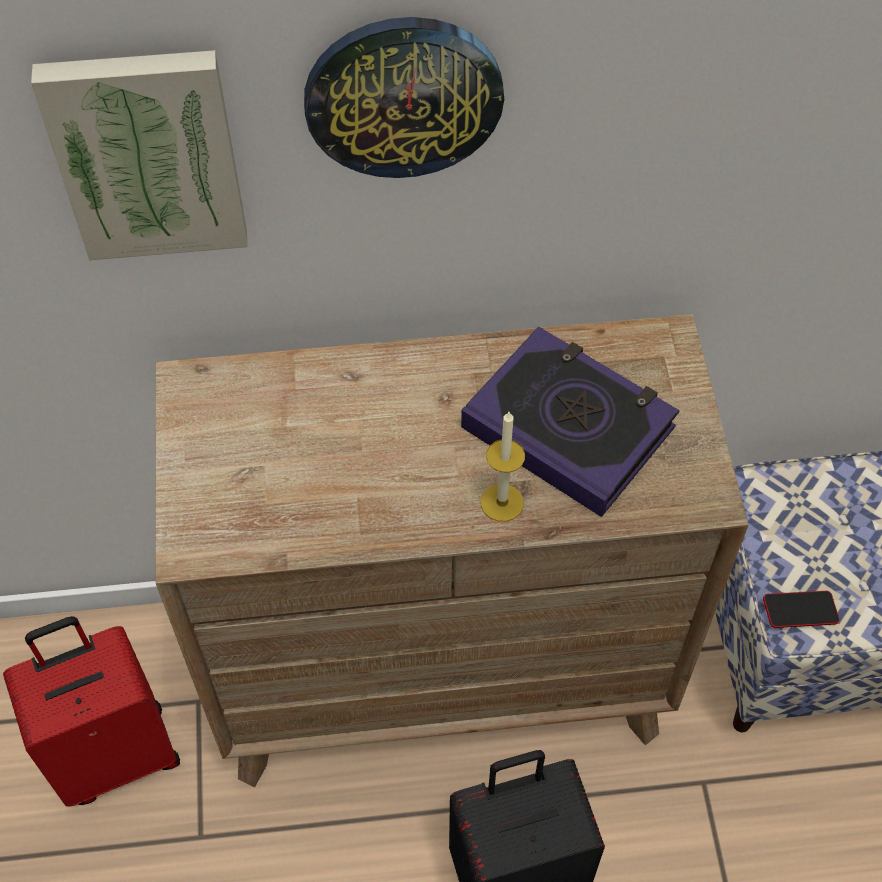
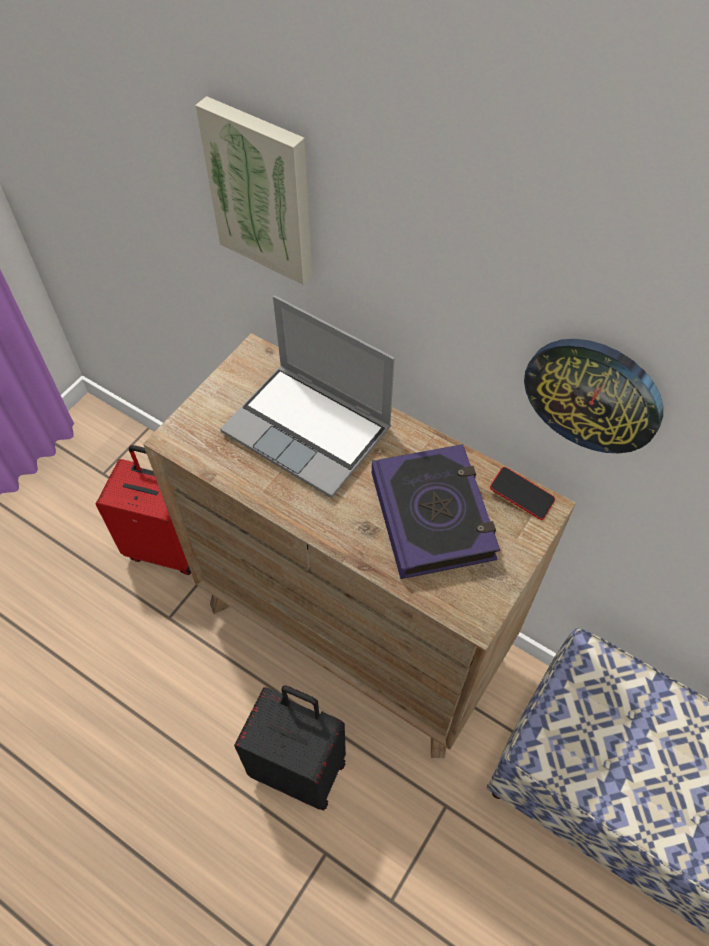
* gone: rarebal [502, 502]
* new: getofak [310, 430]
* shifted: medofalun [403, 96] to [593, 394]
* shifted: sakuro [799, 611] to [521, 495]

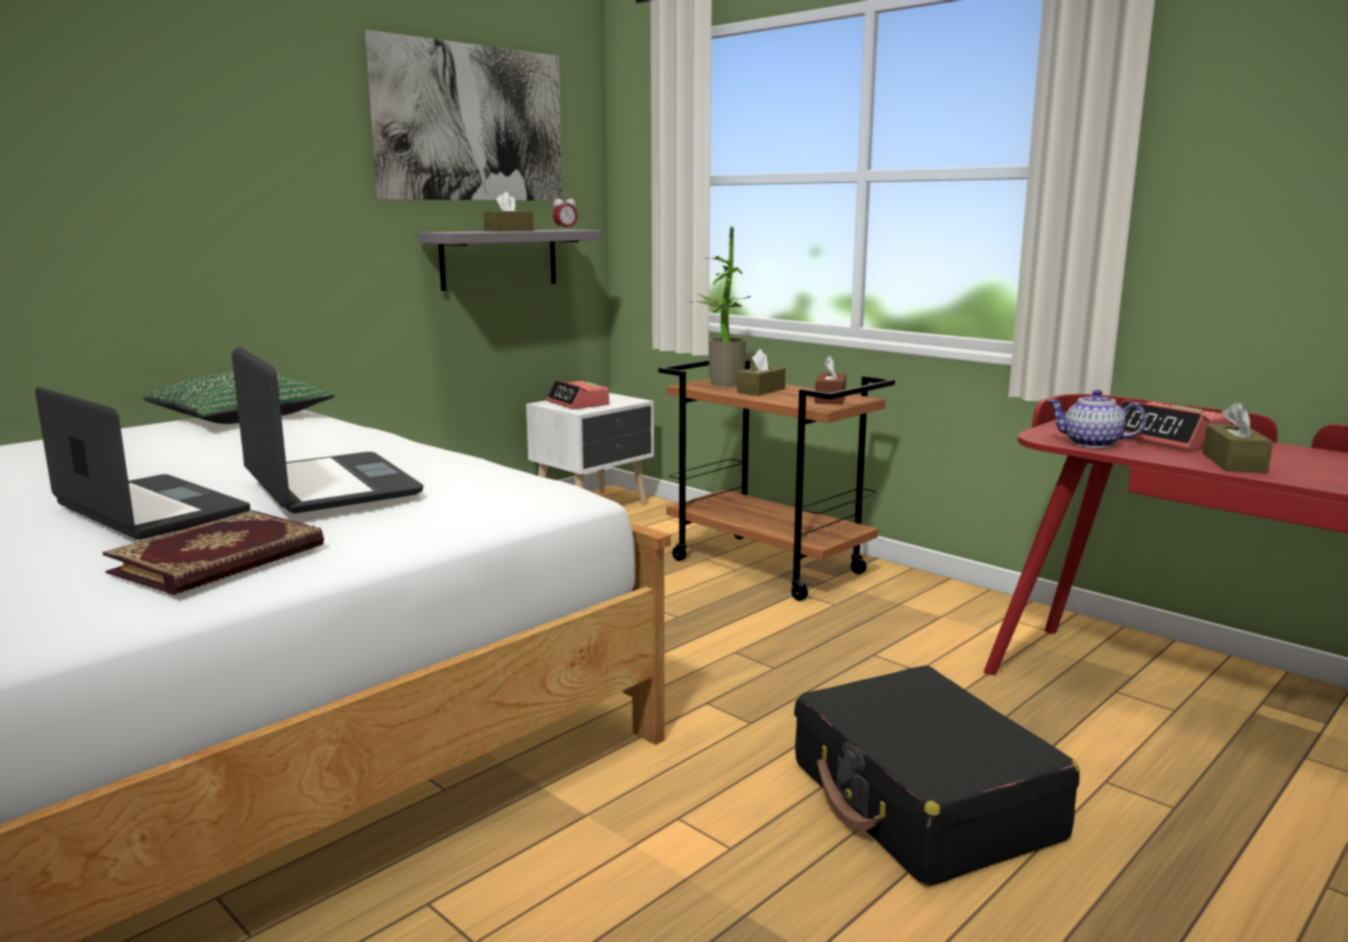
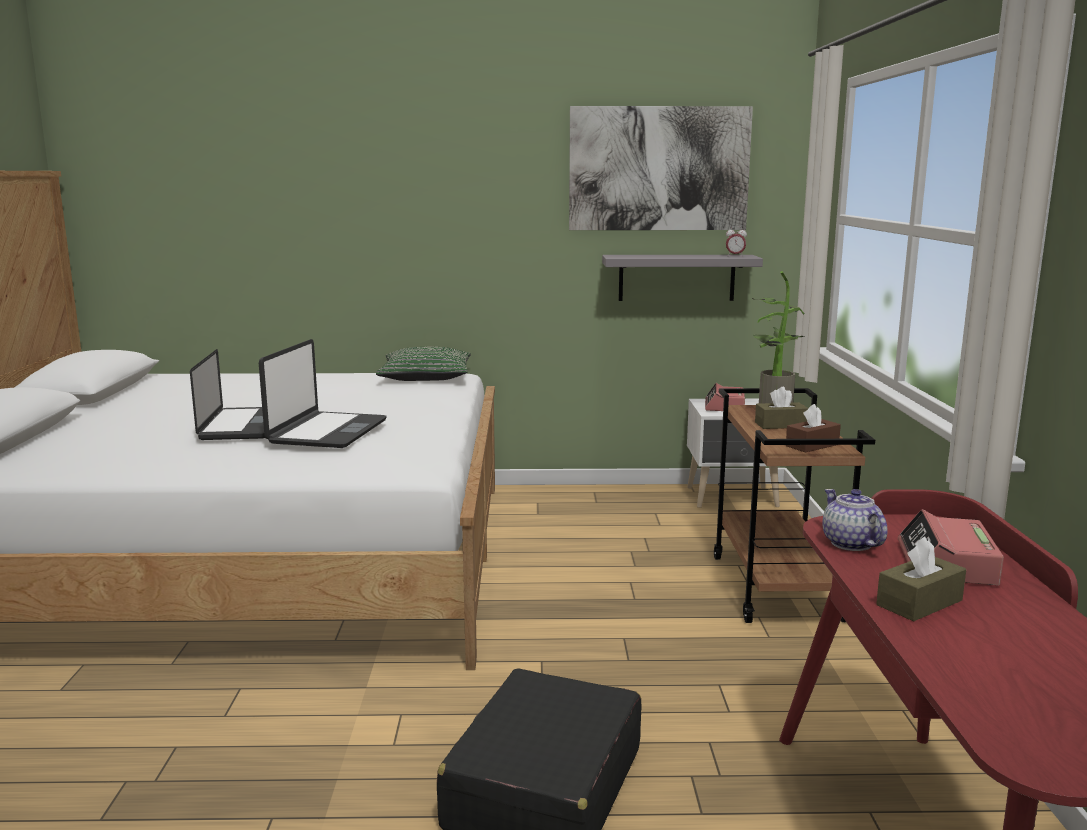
* gone: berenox [220, 560]
* gone: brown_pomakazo [509, 230]

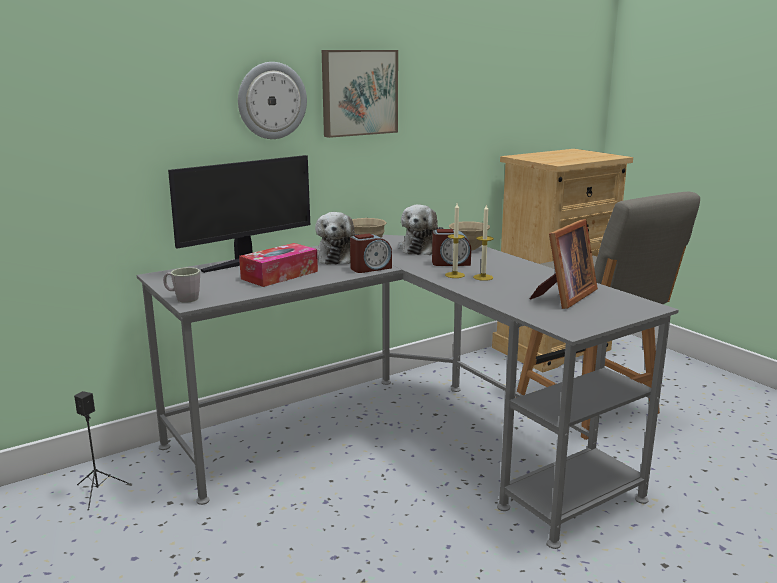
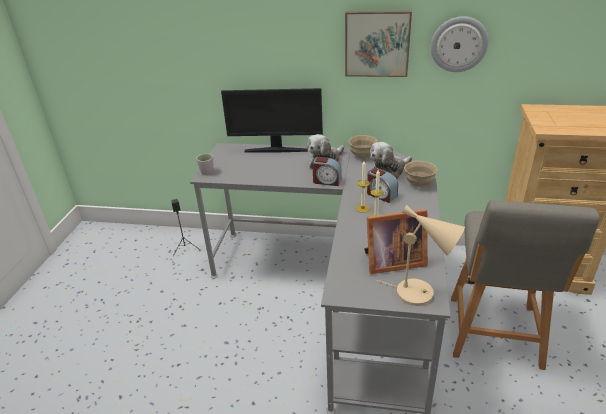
* gone: pomakazo [279, 275]
* new: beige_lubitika [421, 294]
* shifted: medofalun [271, 100] to [459, 44]

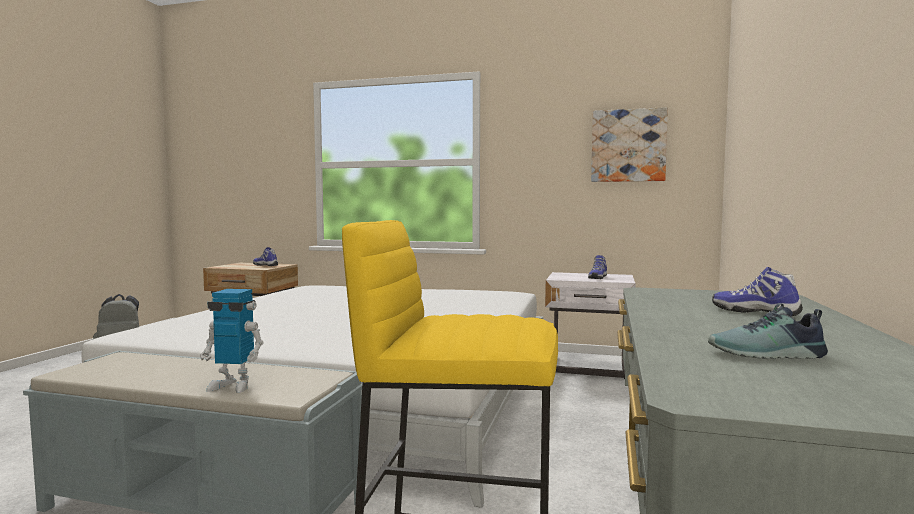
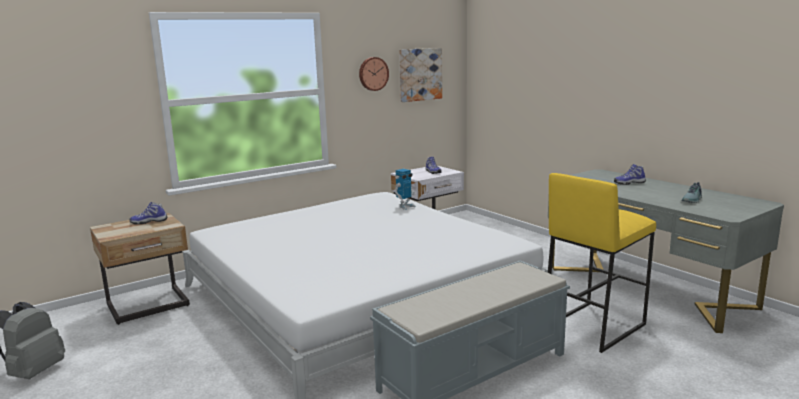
* new: medofalun [373, 74]
* shifted: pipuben [233, 385] to [405, 206]

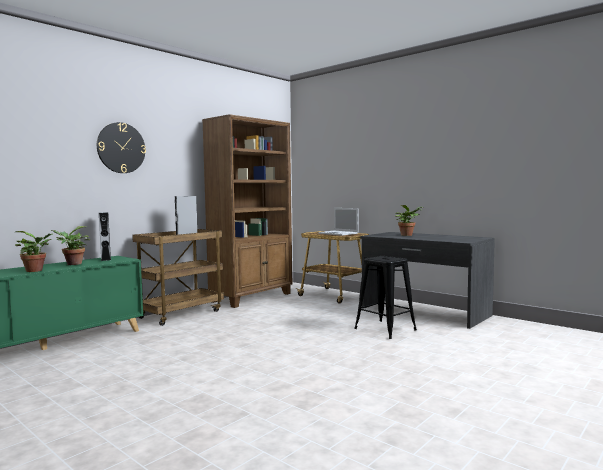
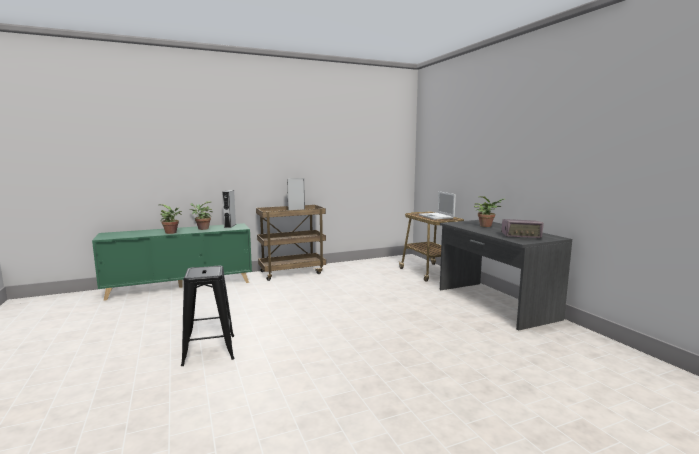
* gone: medofalun [121, 148]
* gone: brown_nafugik [252, 297]
* new: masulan [521, 236]
* shifted: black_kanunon [385, 329] to [209, 350]

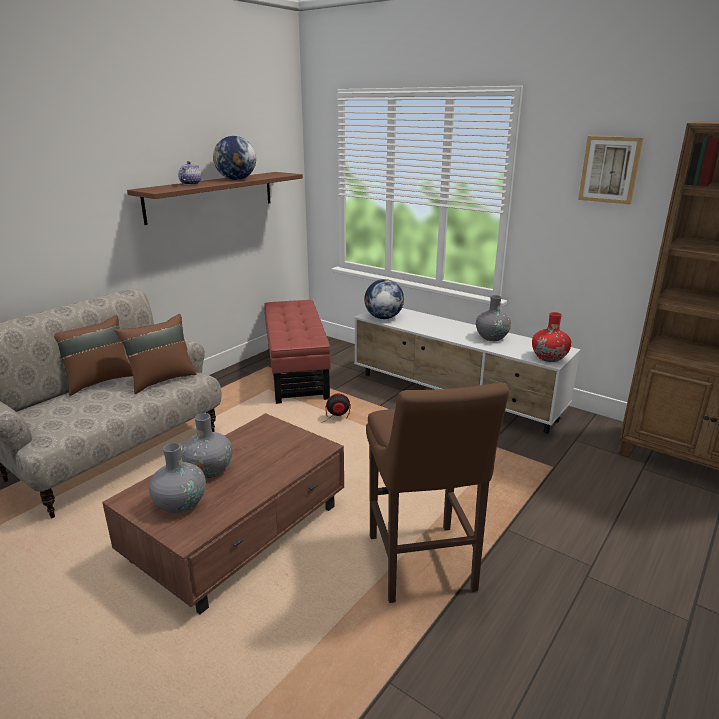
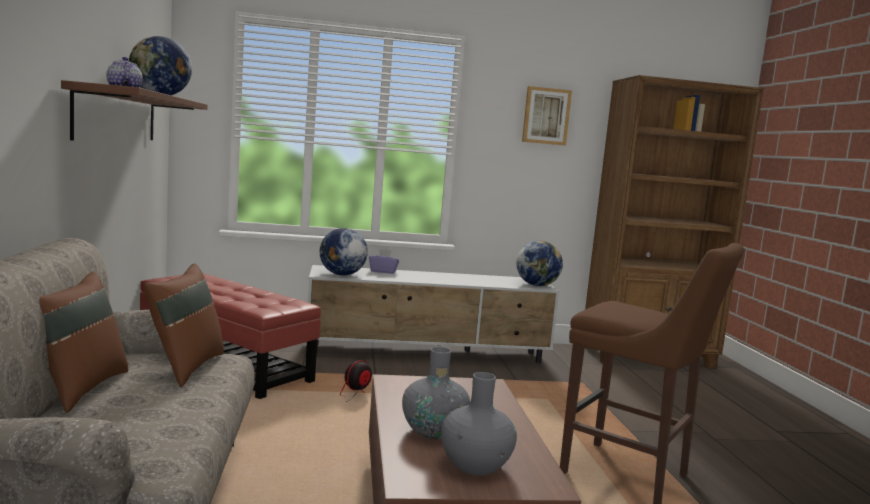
* gone: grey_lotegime [491, 337]
* new: purple_pomakazo [383, 271]
* swapped: red_lotegime [549, 358] to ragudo [537, 285]

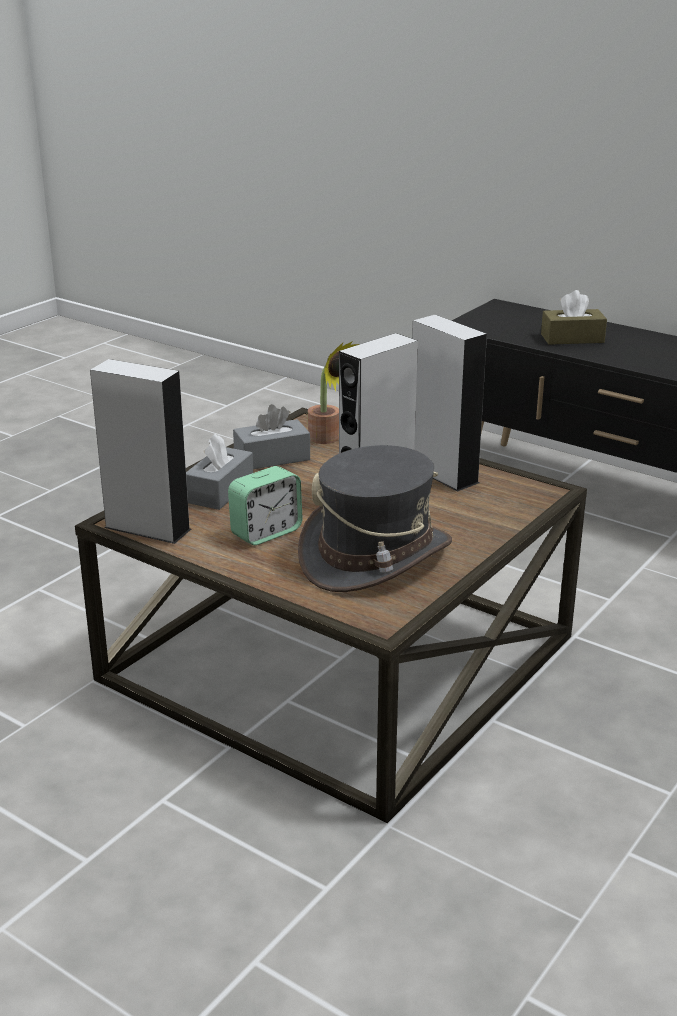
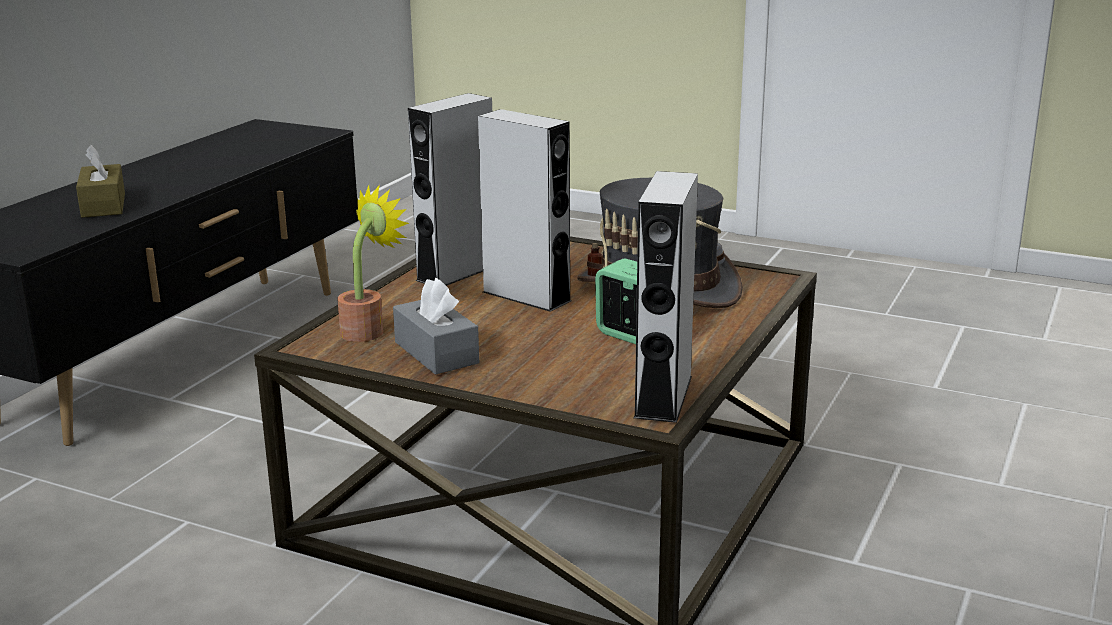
* gone: grey_pomakazo [220, 491]

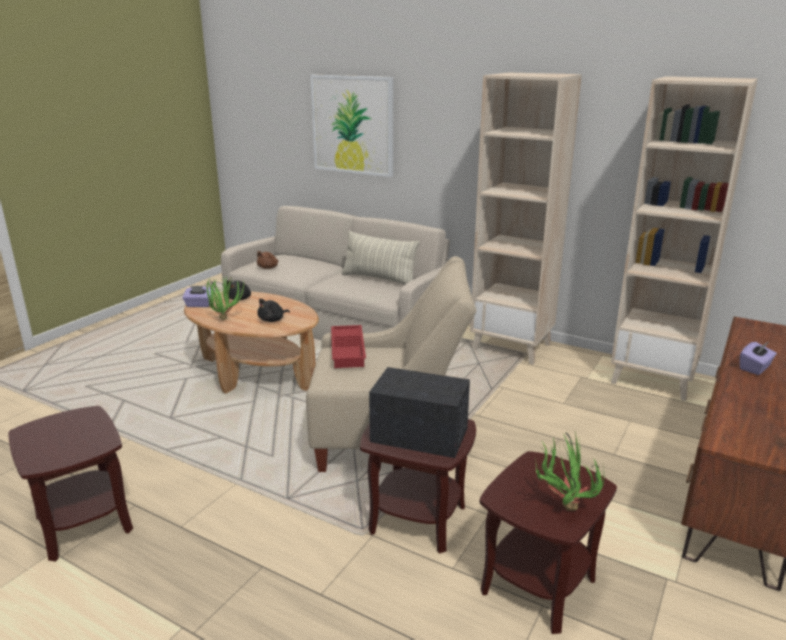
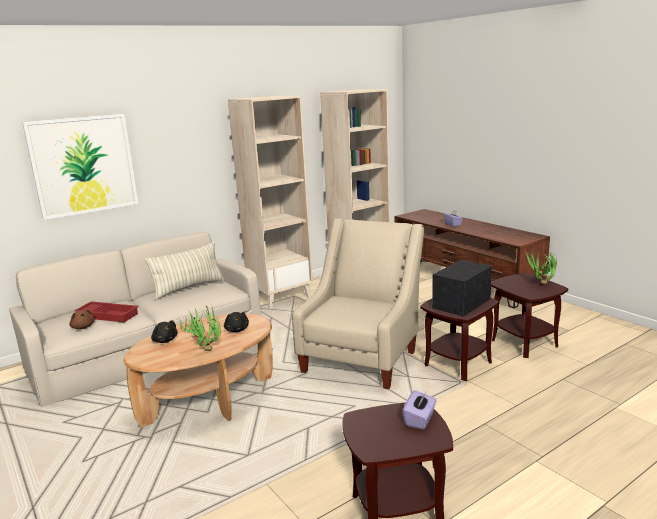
* shifted: purple_pomakazo [199, 305] to [420, 420]
* shifted: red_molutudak [349, 351] to [109, 315]

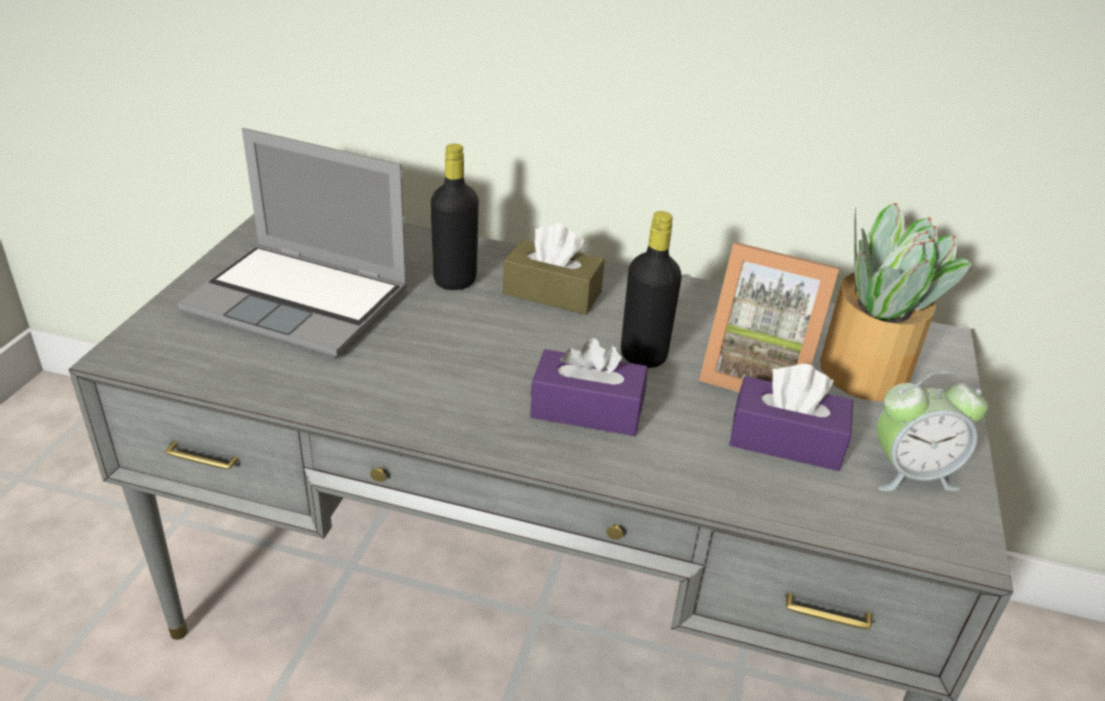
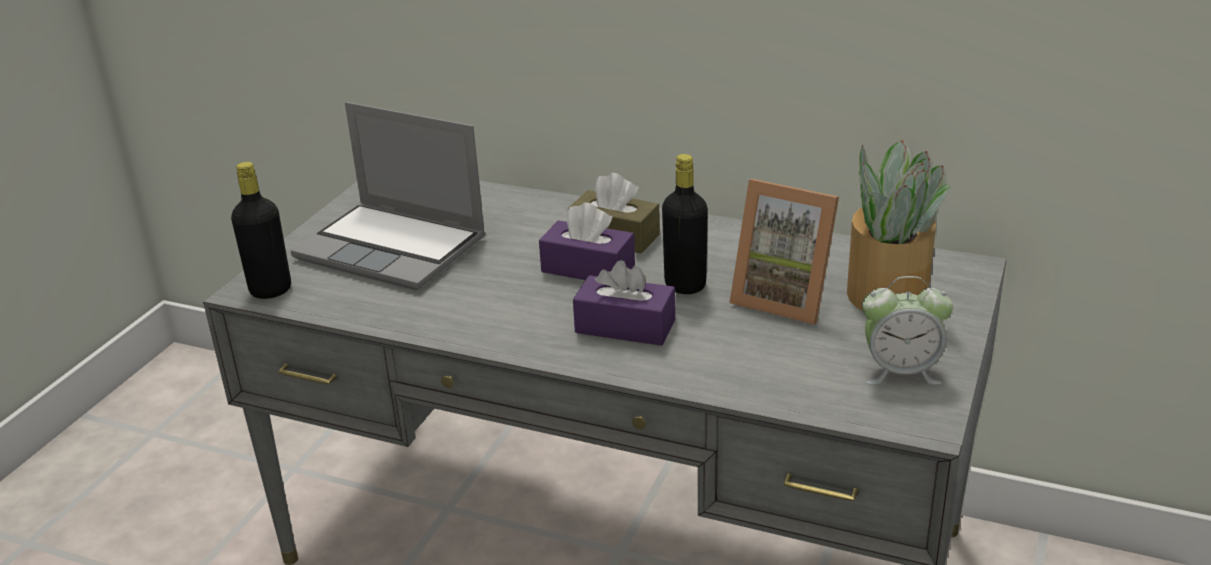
* shifted: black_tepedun [455, 281] to [270, 290]
* shifted: purple_pomakazo [786, 440] to [588, 268]

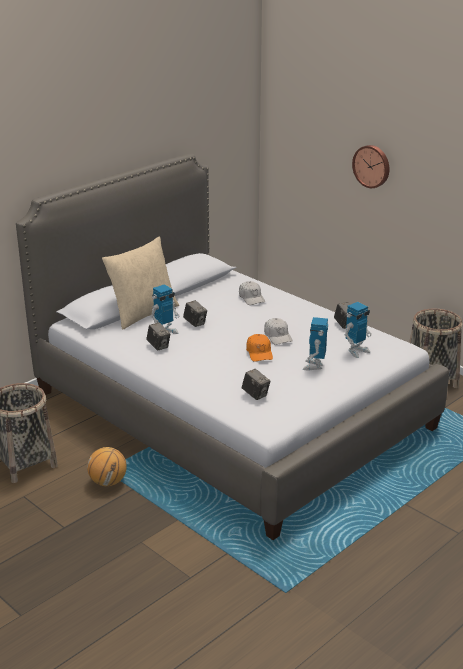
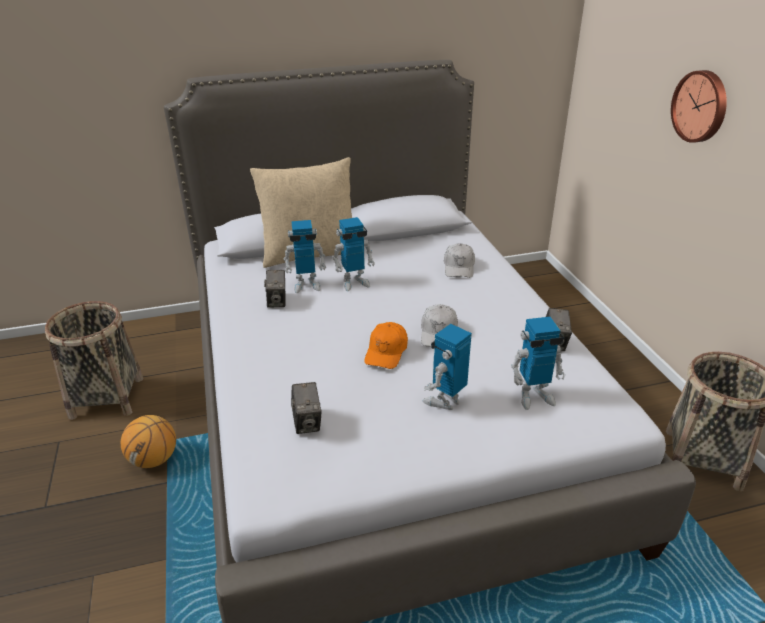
* swapped: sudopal [195, 323] to pipuben [354, 282]

